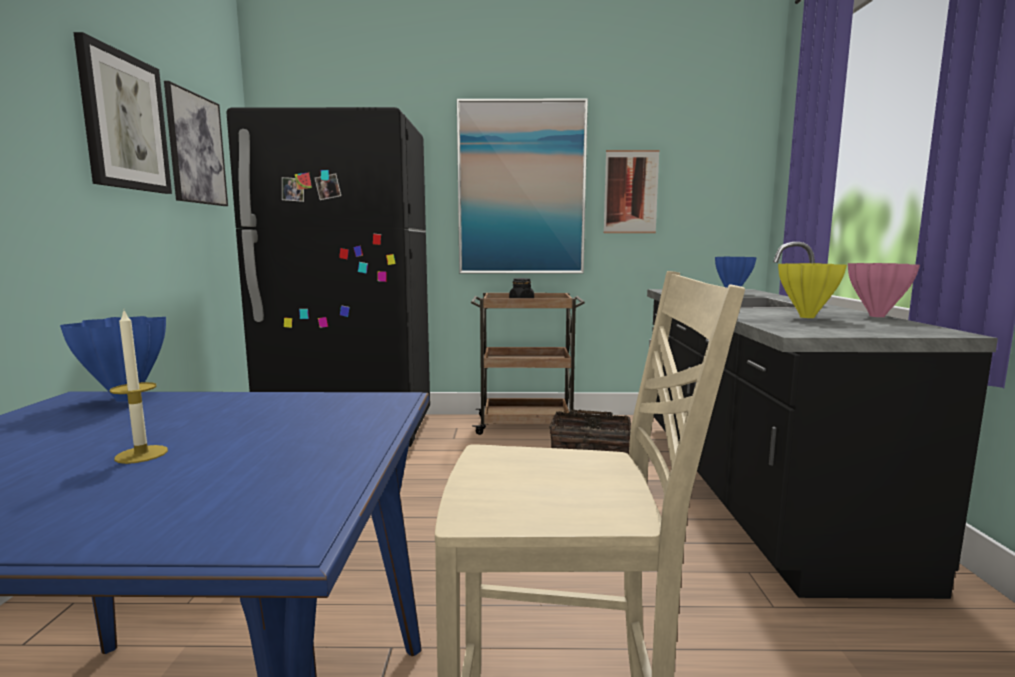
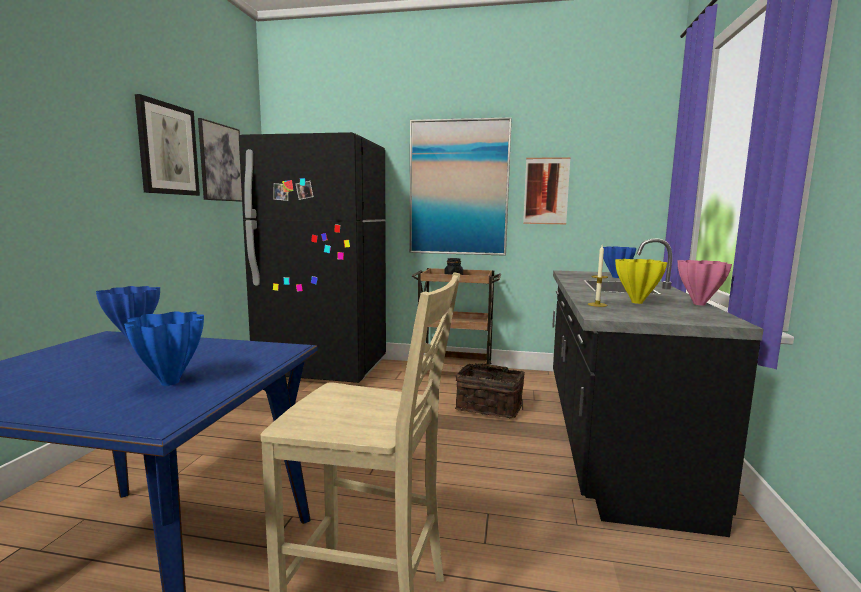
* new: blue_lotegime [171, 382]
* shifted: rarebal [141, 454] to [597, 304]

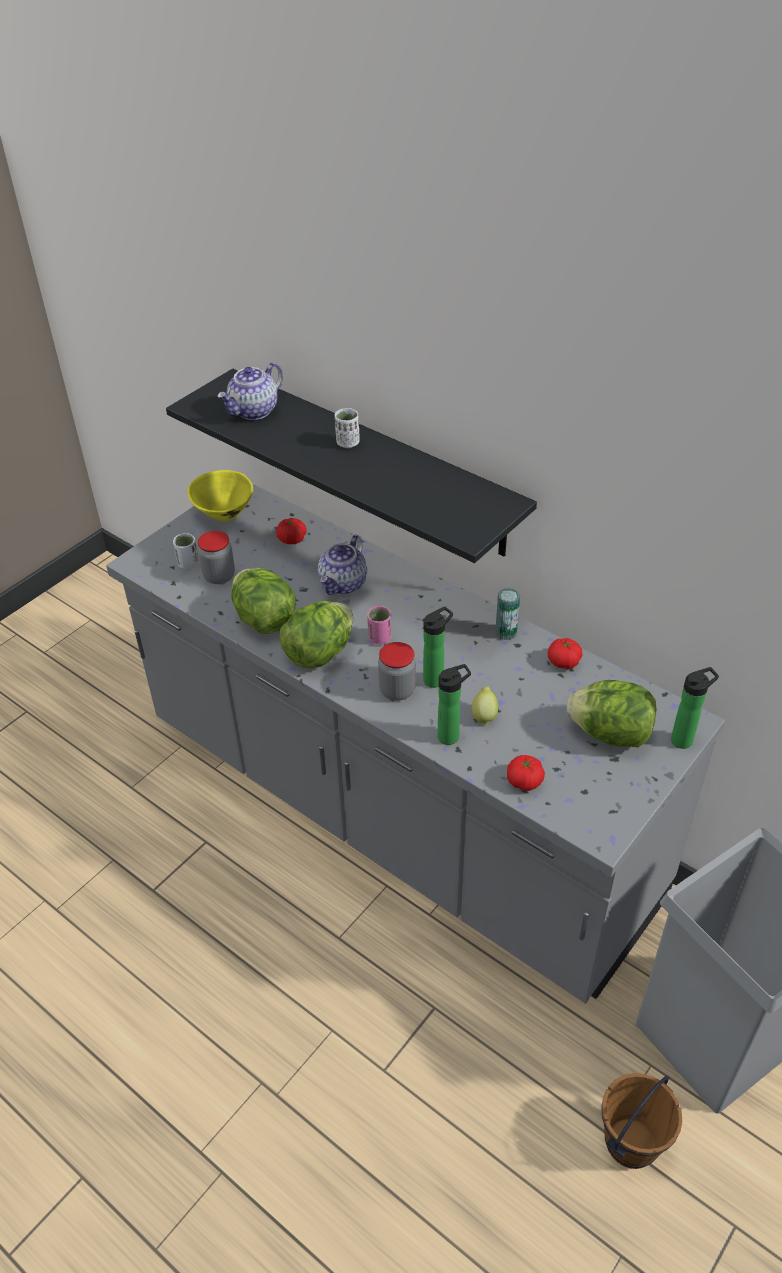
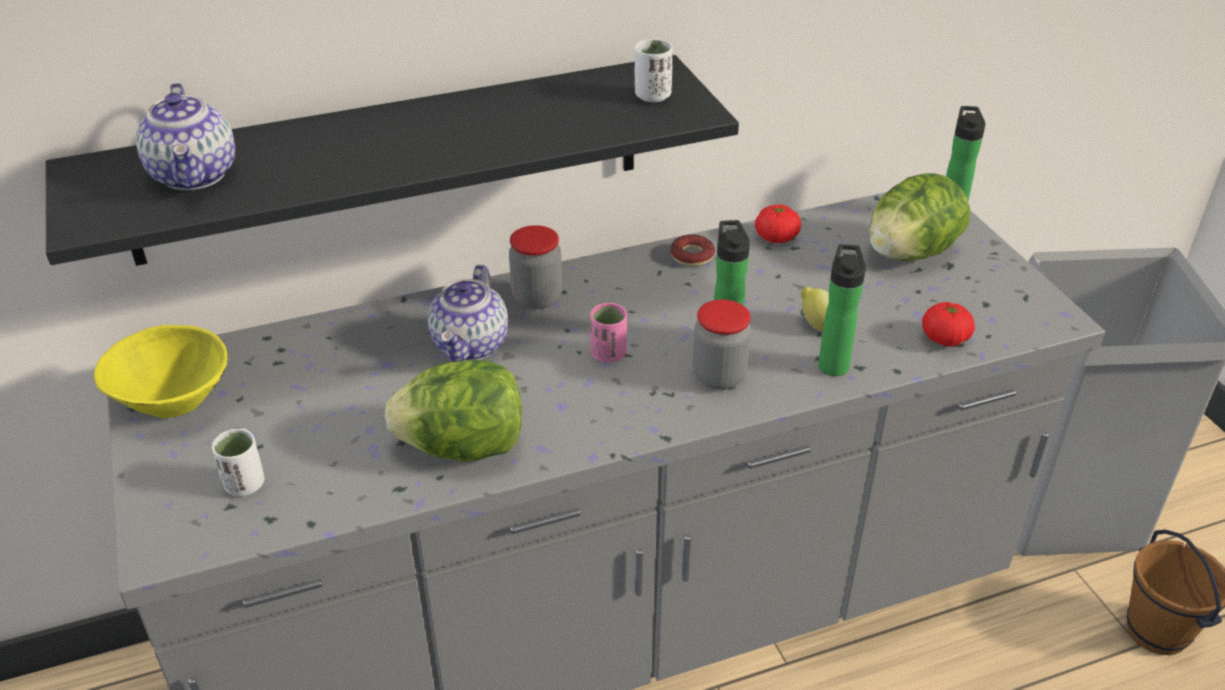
* gone: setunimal [292, 539]
* gone: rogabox [319, 653]
* shifted: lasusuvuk [219, 576] to [537, 298]
* shifted: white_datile [348, 443] to [652, 96]
* swapped: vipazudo [506, 632] to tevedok [692, 256]
* rotated: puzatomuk [343, 584] = [471, 345] 45 degrees clockwise

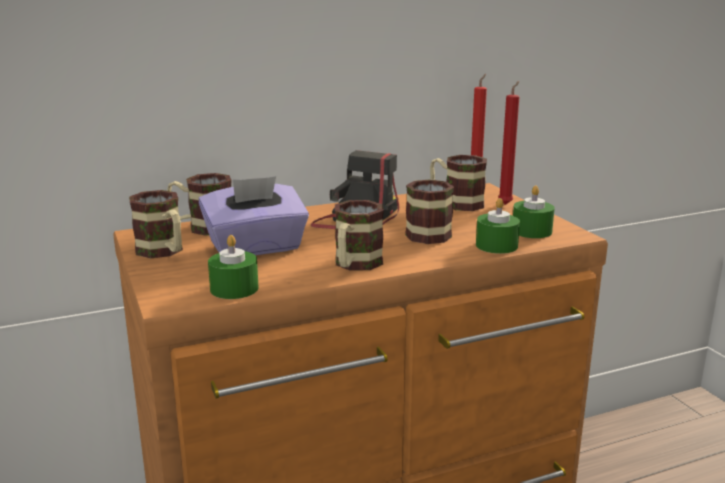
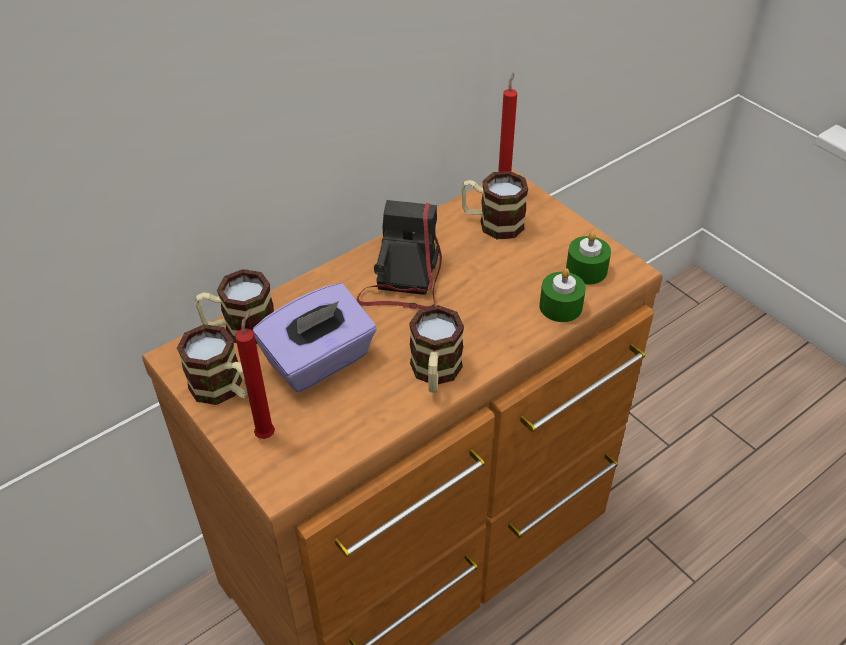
* gone: green_rarebal [234, 288]
* gone: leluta [428, 232]
* shifted: red_rarebal [506, 204] to [267, 433]

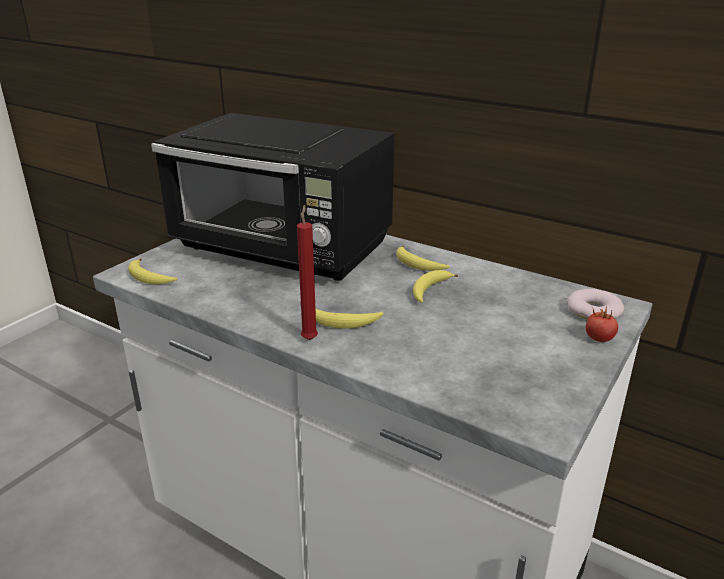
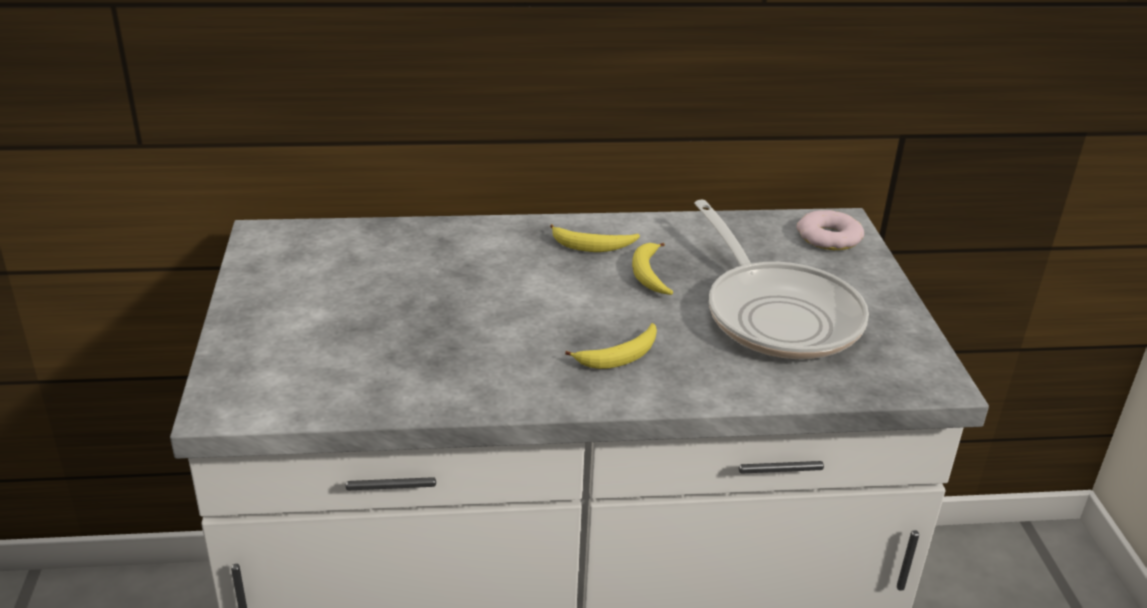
* gone: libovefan [150, 278]
* gone: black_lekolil [284, 249]
* gone: red_rarebal [310, 338]
* gone: setunimal [599, 339]
* new: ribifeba [777, 313]

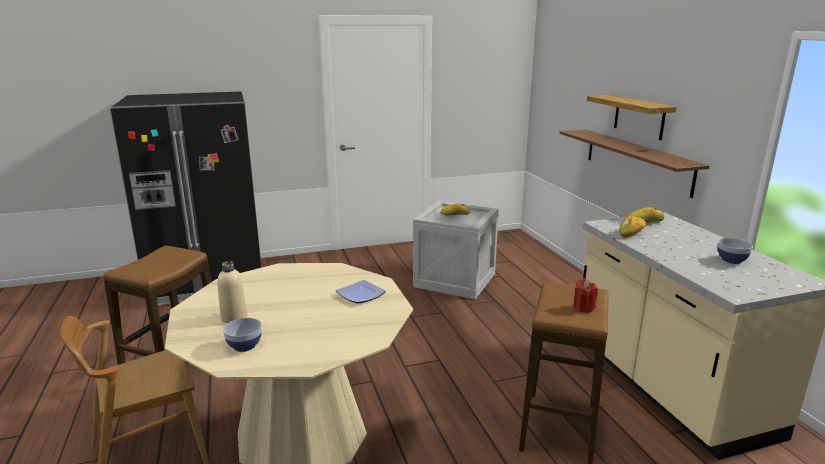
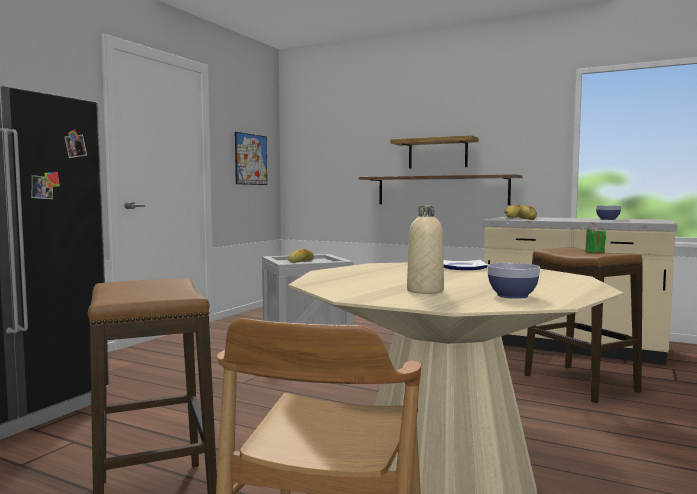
* new: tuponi [251, 159]
* repainted: red_rarebal [583, 307] to green_rarebal [594, 252]

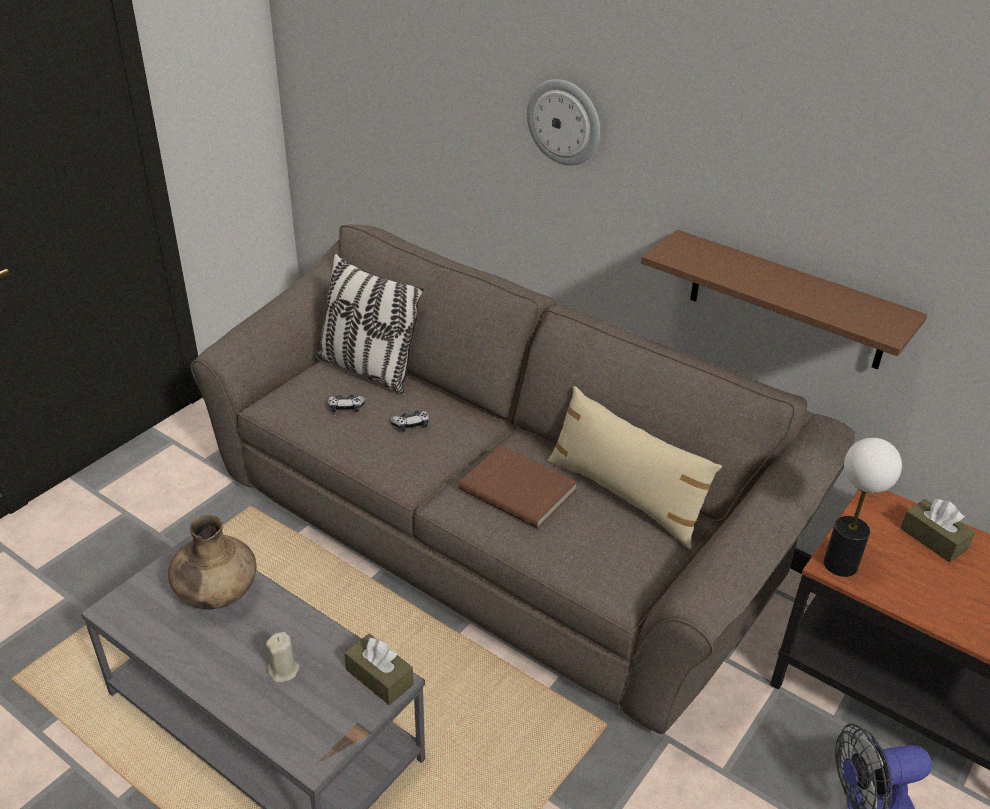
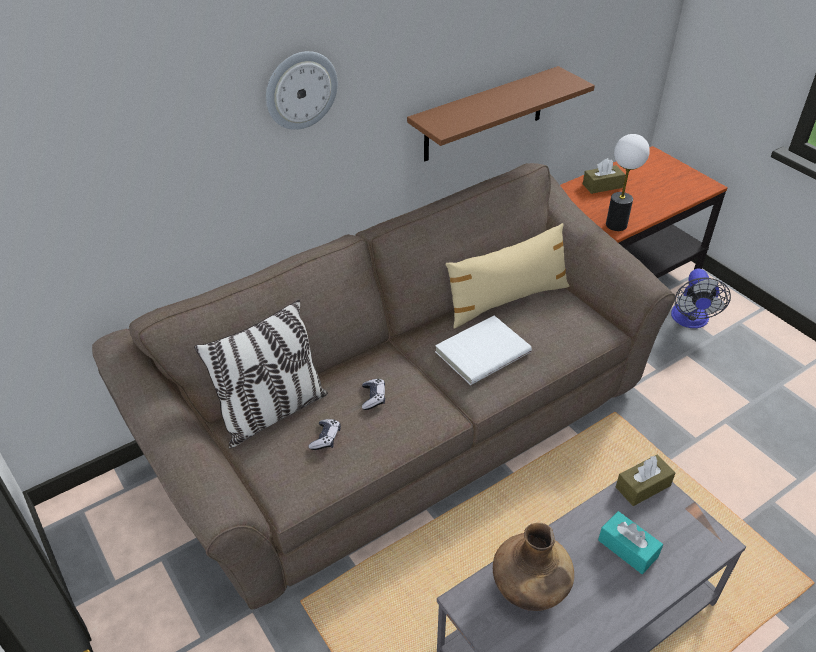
* swapped: beige_rarebal [284, 670] to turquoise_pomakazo [627, 548]
* repainted: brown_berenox [519, 488] to white_berenox [481, 351]

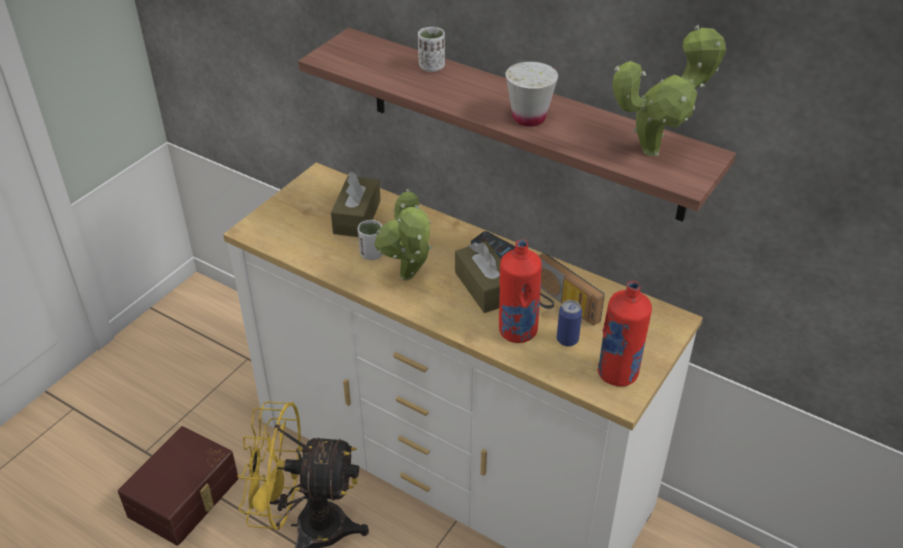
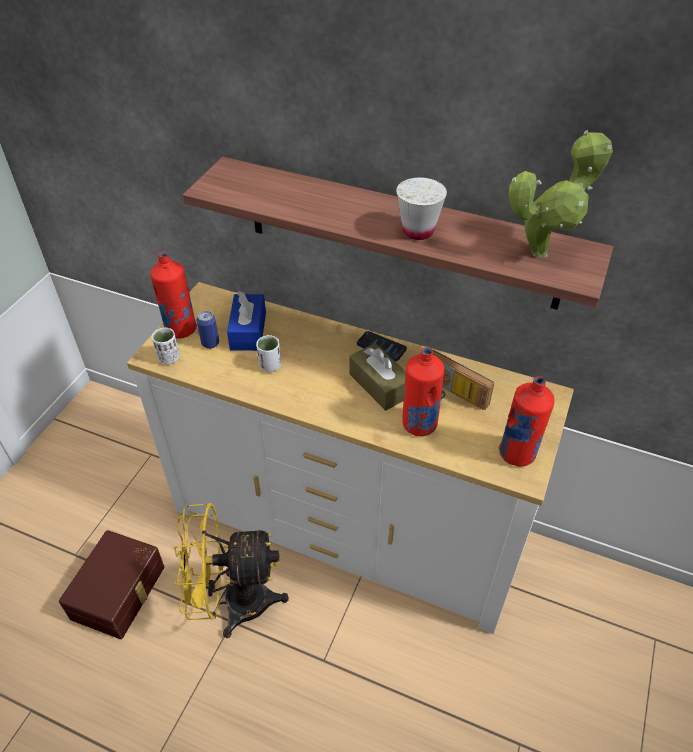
* gone: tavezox [408, 279]
* new: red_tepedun [180, 329]
* shifted: white_datile [431, 67] to [169, 358]
* shifted: vipazudo [567, 340] to [210, 343]
* repainted: brown_pomakazo [357, 217] to blue_pomakazo [248, 331]

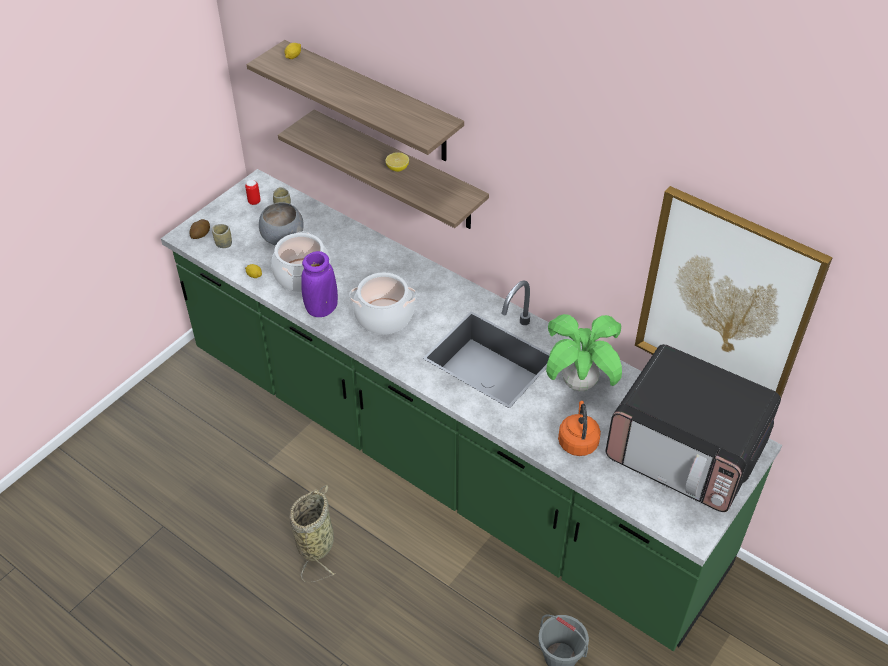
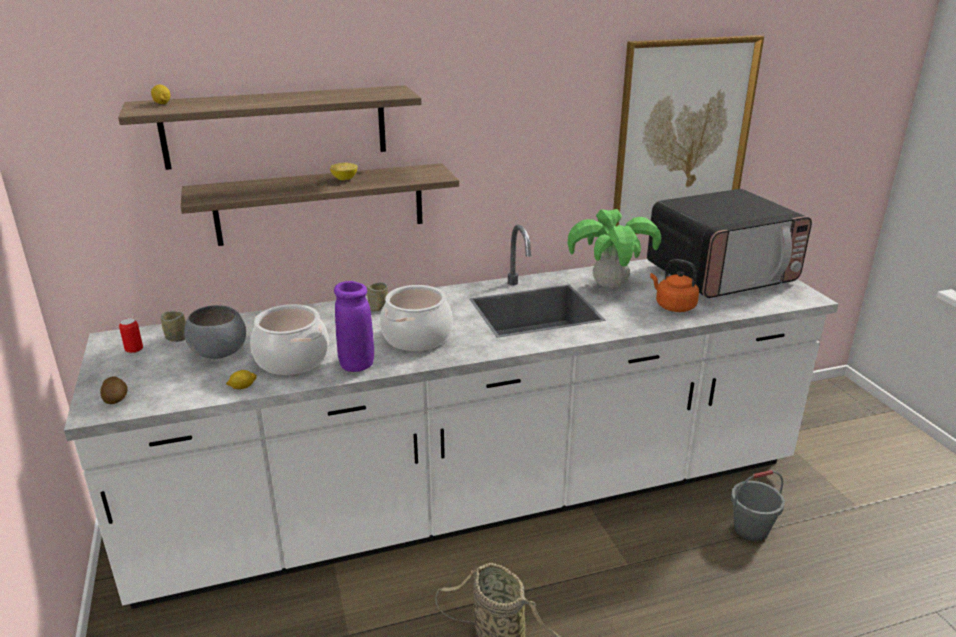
* shifted: datile [223, 244] to [378, 308]
* repainted: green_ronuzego [443, 456] to white_ronuzego [478, 498]

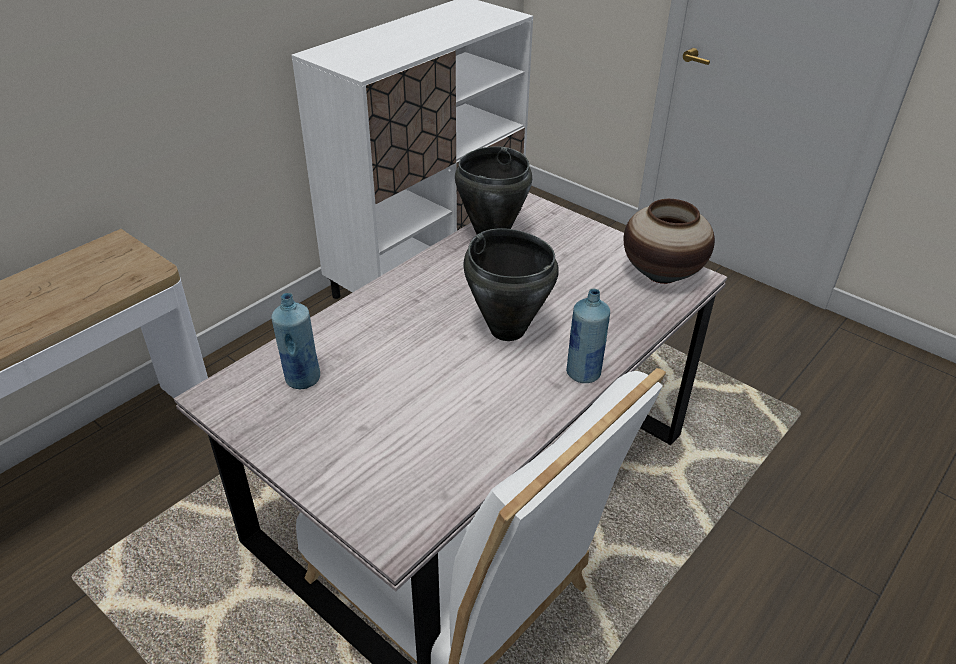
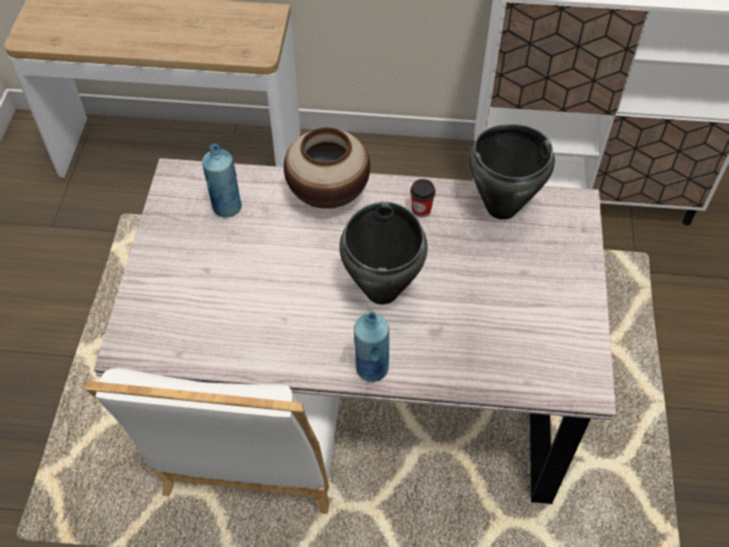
* new: datile [421, 210]
* shifted: lotegime [662, 274] to [328, 194]

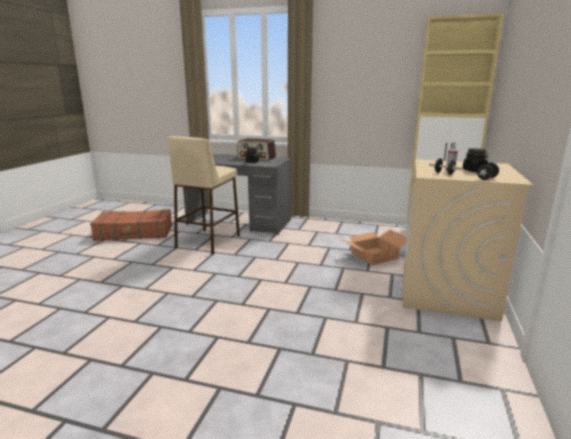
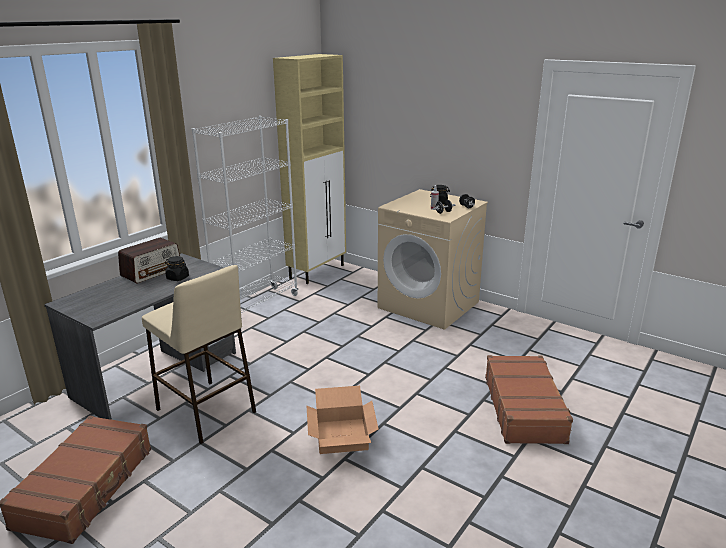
* new: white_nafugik [257, 306]
* new: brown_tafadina [524, 408]
* shifted: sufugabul [374, 256] to [343, 436]

